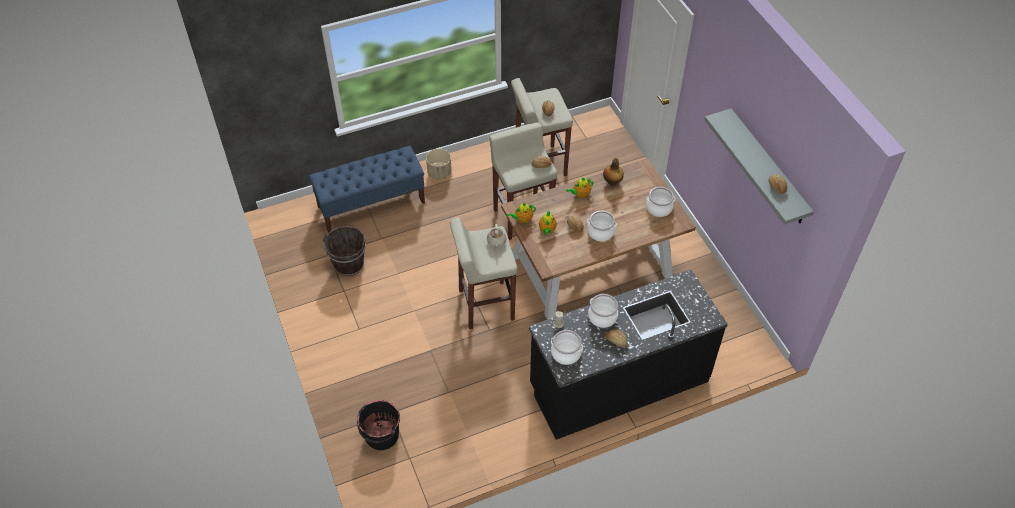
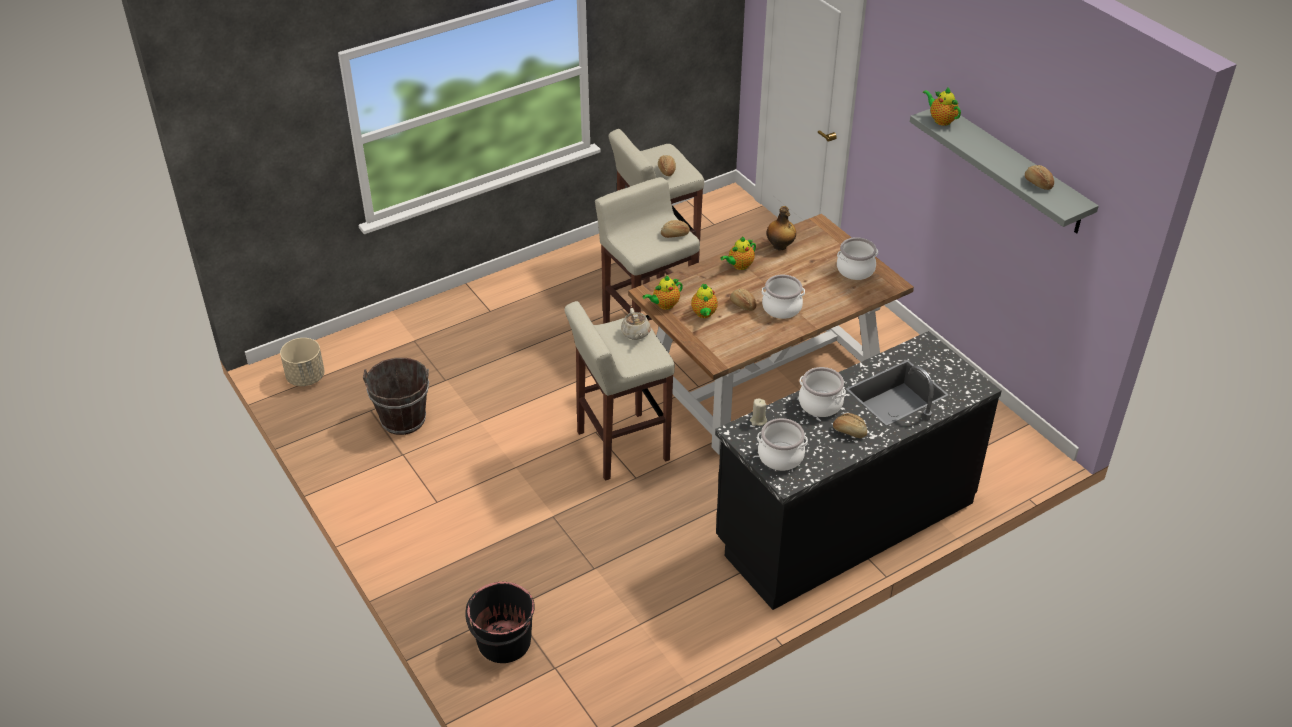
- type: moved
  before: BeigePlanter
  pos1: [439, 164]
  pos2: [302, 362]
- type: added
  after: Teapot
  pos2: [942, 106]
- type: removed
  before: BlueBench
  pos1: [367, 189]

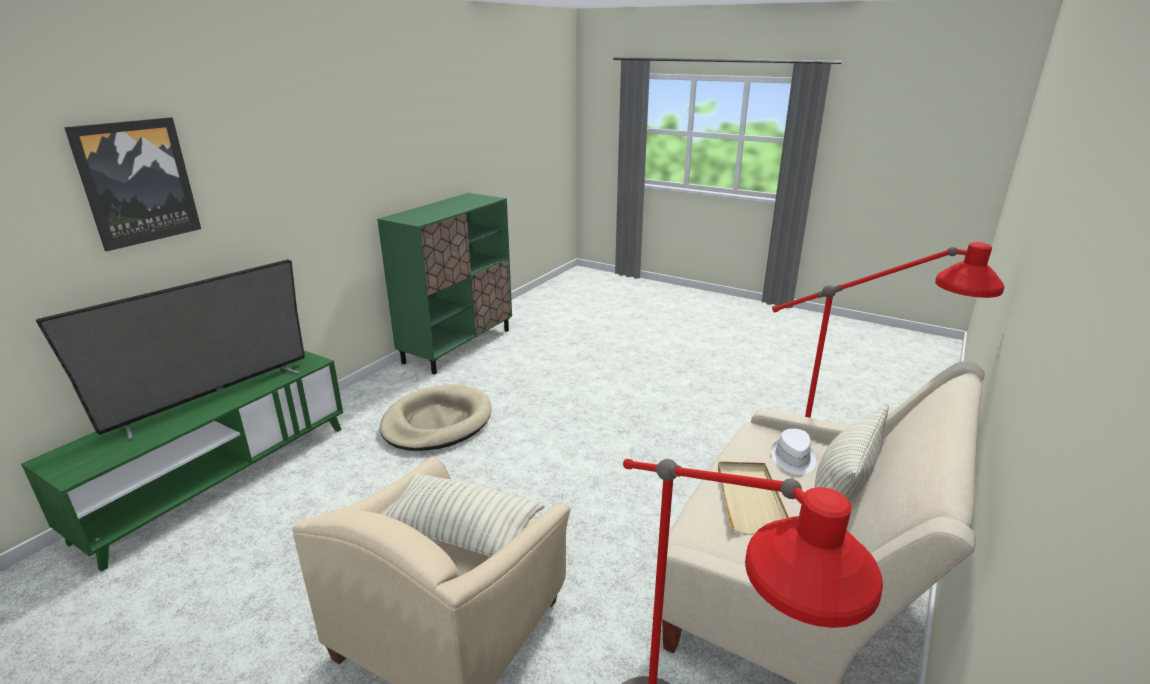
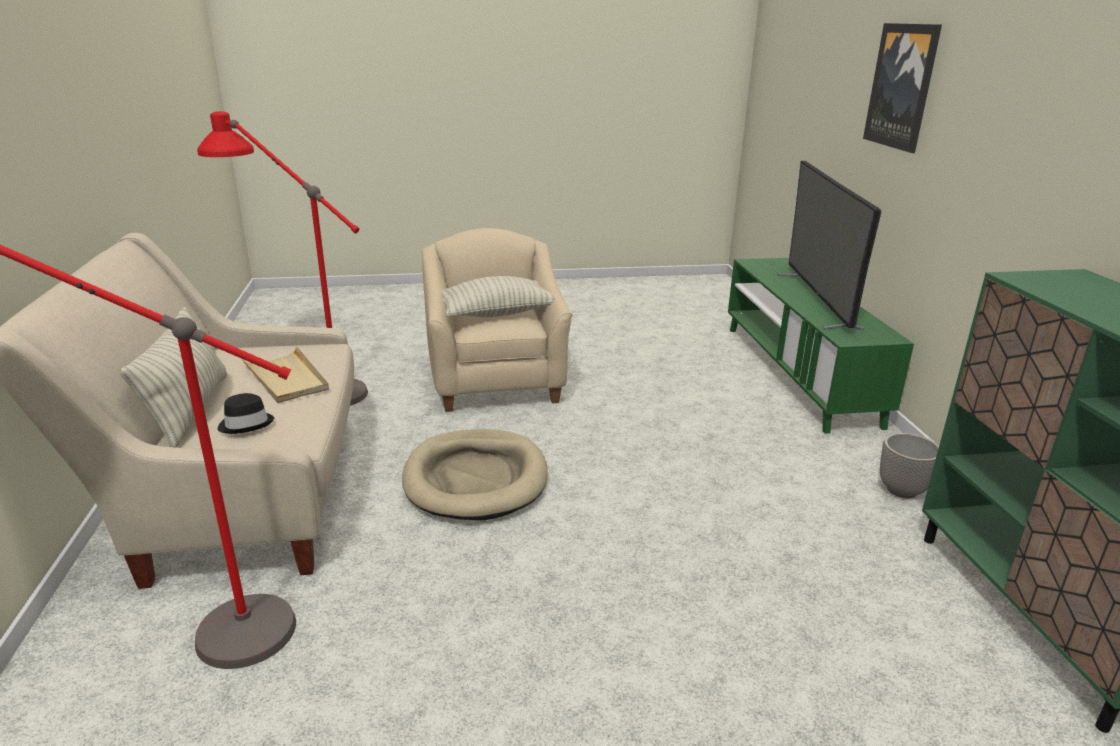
- type: recoloured
  before: WhiteHat
  after: BlackHat
  pos1: [793, 452]
  pos2: [246, 413]
- type: moved
  before: BeigeDogBed
  pos1: [435, 417]
  pos2: [475, 474]
- type: added
  after: Planter
  pos2: [909, 465]

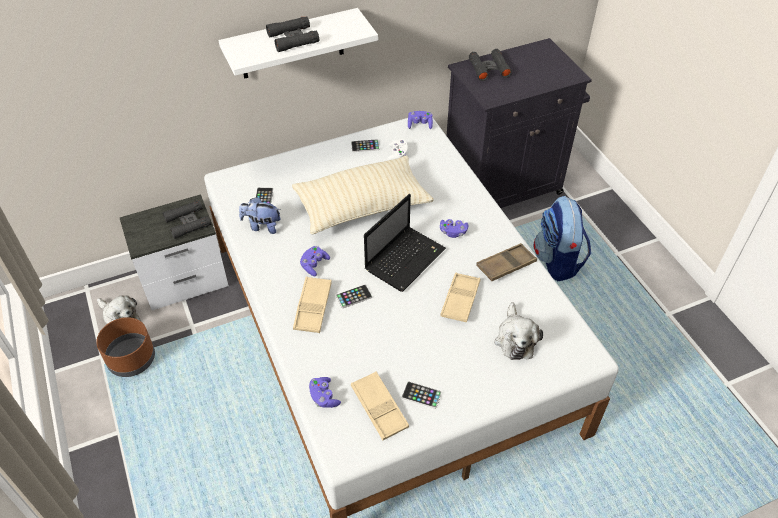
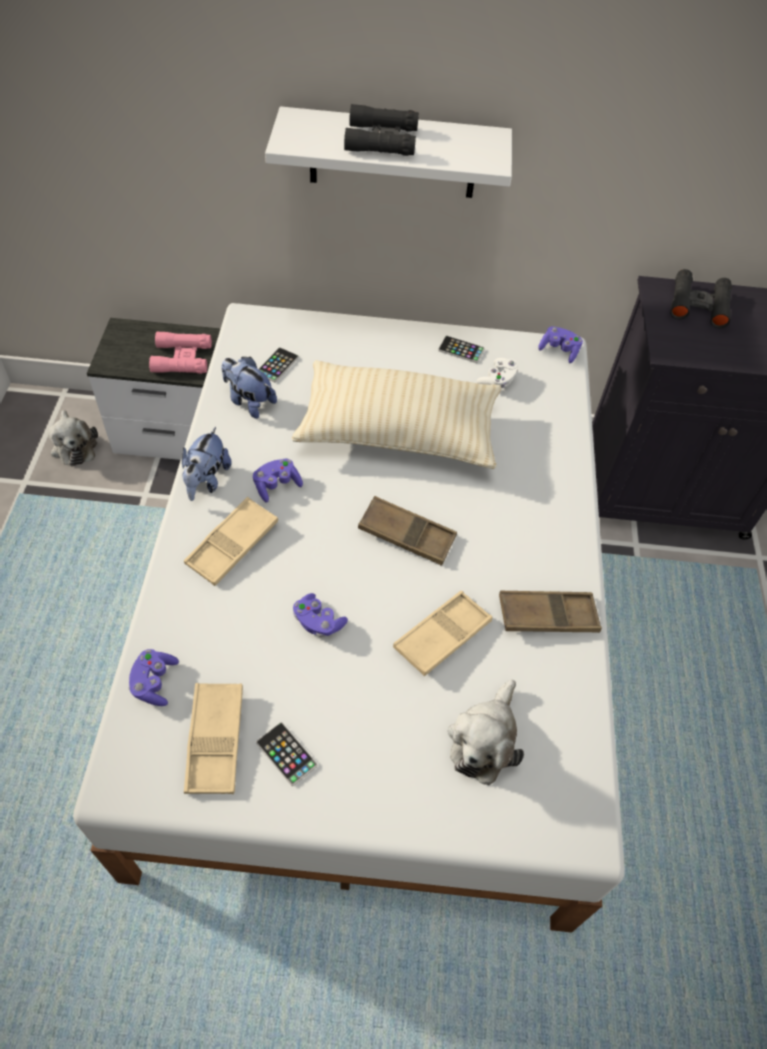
- type: recoloured
  before: BlackBinoculars
  after: PinkBinoculars
  pos1: [186, 219]
  pos2: [180, 353]
- type: added
  after: PlushToy
  pos2: [207, 464]
- type: moved
  before: PurpleGameController
  pos1: [454, 228]
  pos2: [320, 615]
- type: replaced
  before: Laptop
  after: BrownTray
  pos1: [405, 243]
  pos2: [407, 531]
- type: removed
  before: BrownPlanter
  pos1: [125, 347]
- type: removed
  before: Phone
  pos1: [354, 296]
- type: removed
  before: Backpack
  pos1: [562, 238]

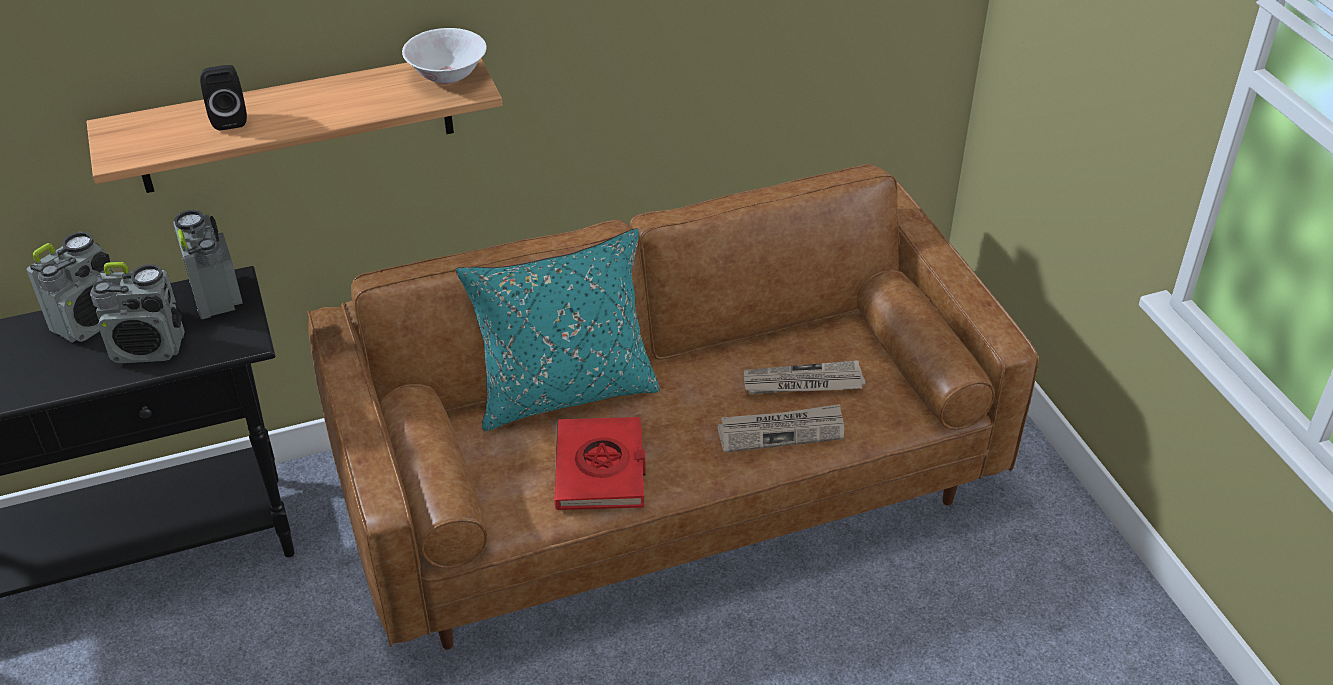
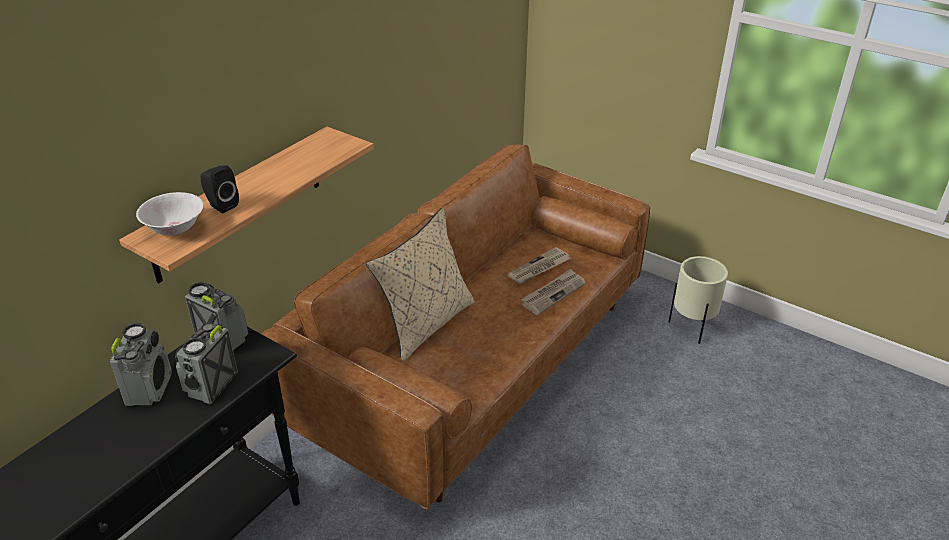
- type: moved
  before: WhiteBowl
  pos1: [444, 56]
  pos2: [170, 214]
- type: turned
  before: Radio
  pos1: [137, 312]
  pos2: [206, 363]
  turn: 150
- type: recoloured
  before: TurquoisePillow
  after: BeigePillow
  pos1: [558, 329]
  pos2: [420, 285]
- type: added
  after: BeigePlanter
  pos2: [698, 300]
- type: removed
  before: RedBook
  pos1: [600, 463]

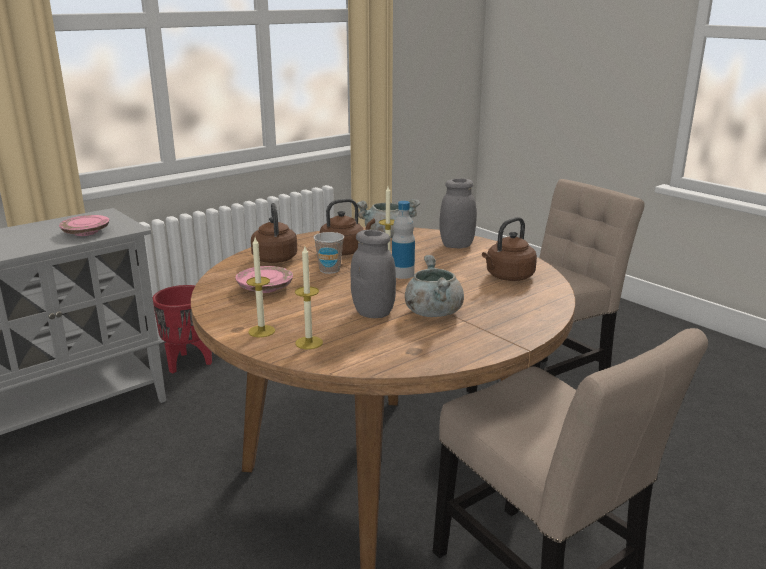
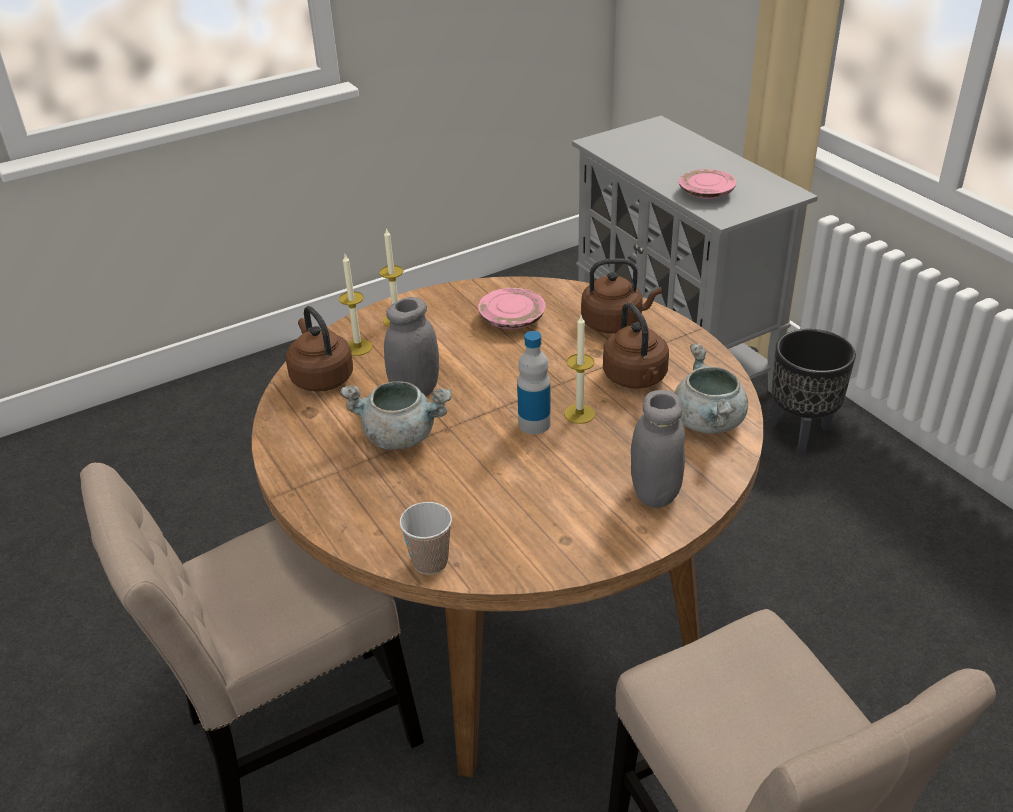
- type: moved
  before: BrownKettle
  pos1: [509, 249]
  pos2: [319, 349]
- type: moved
  before: Cup
  pos1: [328, 253]
  pos2: [425, 538]
- type: recoloured
  before: RedPlanter
  after: BlackPlanter
  pos1: [182, 329]
  pos2: [813, 392]

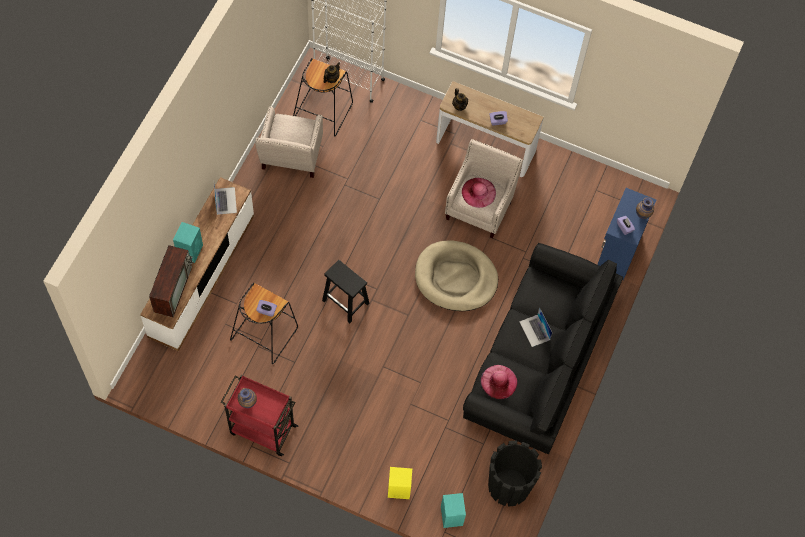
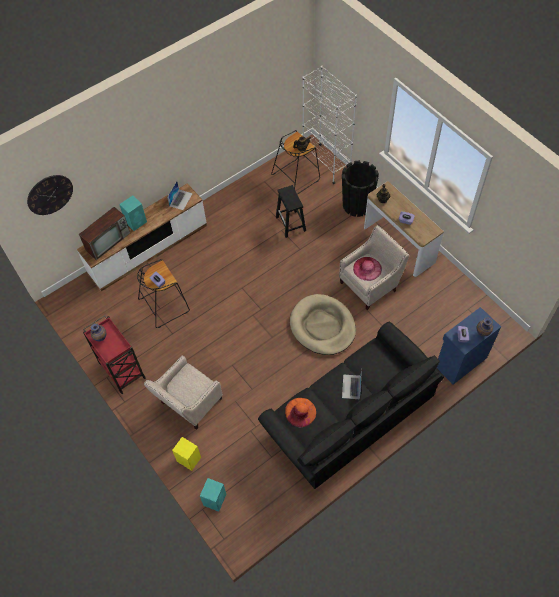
- type: added
  after: WallClock
  pos2: [50, 195]
- type: moved
  before: BeigeArmchair
  pos1: [289, 142]
  pos2: [183, 392]
- type: moved
  before: BlackStool
  pos1: [345, 291]
  pos2: [291, 211]
- type: recoloured
  before: PinkHat
  after: OrangeHat
  pos1: [499, 382]
  pos2: [300, 412]
- type: moved
  before: BlackPlanter
  pos1: [515, 473]
  pos2: [360, 188]

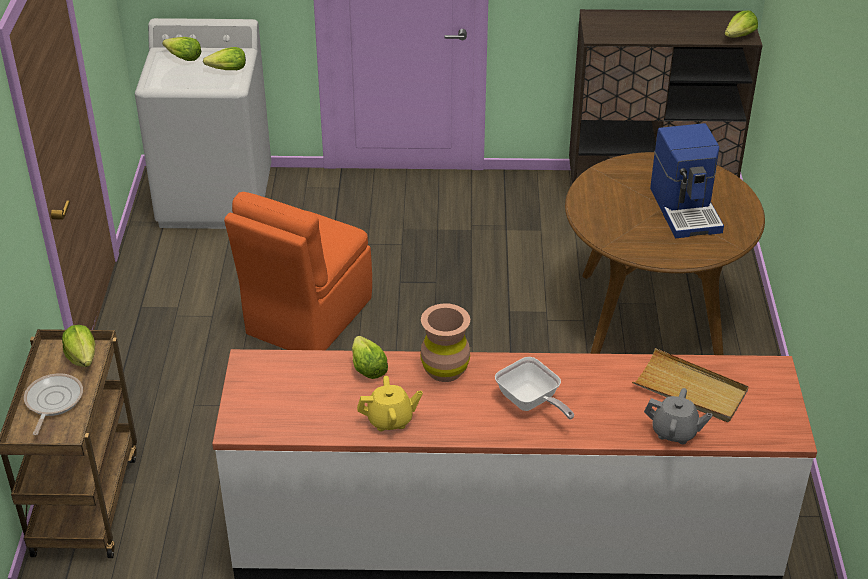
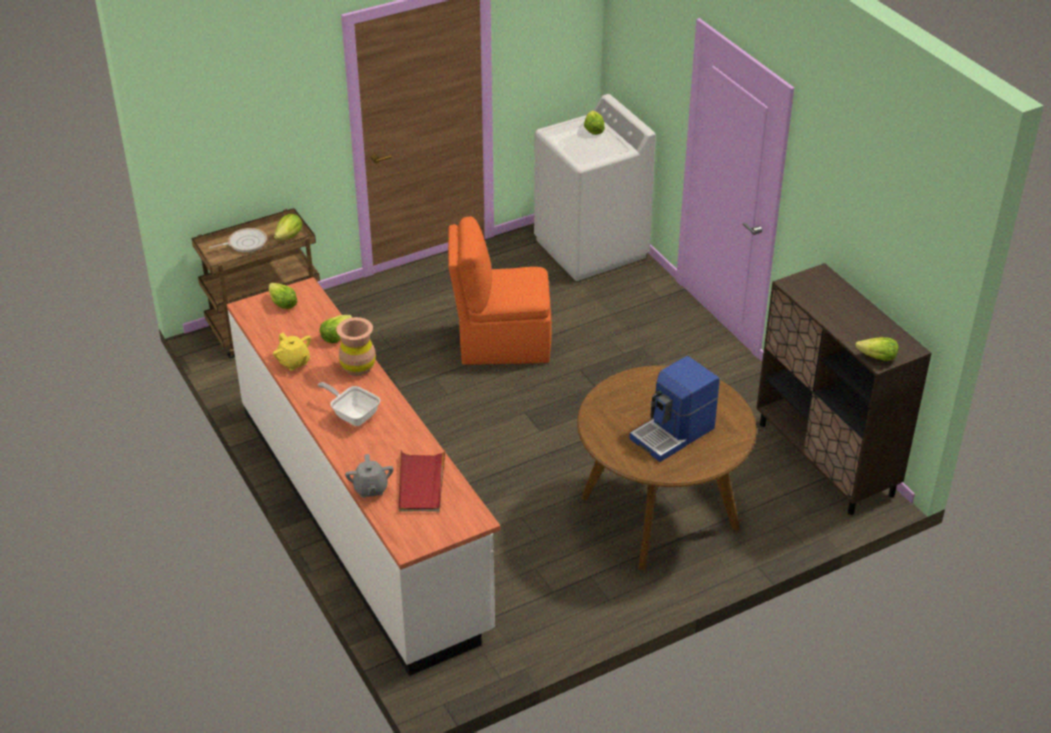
- type: moved
  before: Lettuce
  pos1: [224, 58]
  pos2: [283, 296]
- type: turned
  before: FryingPan
  pos1: [534, 388]
  pos2: [349, 404]
  turn: 105
- type: recoloured
  before: BeigeTray
  after: RedTray
  pos1: [690, 385]
  pos2: [422, 481]

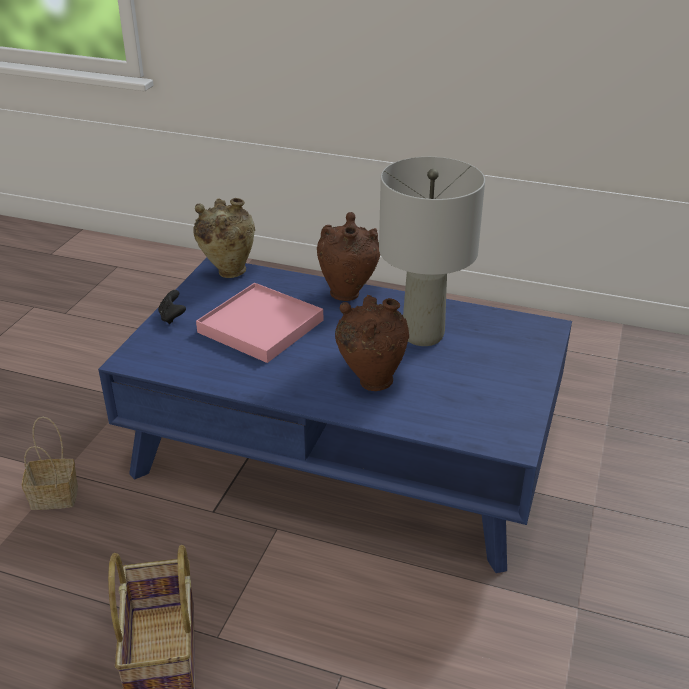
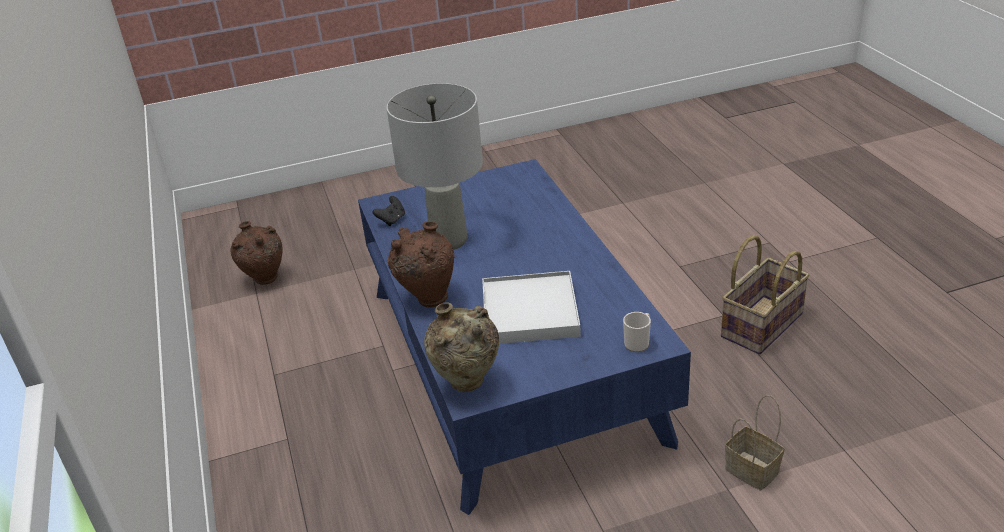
- type: moved
  before: BrownVase
  pos1: [372, 343]
  pos2: [256, 253]
- type: moved
  before: BlackGameController
  pos1: [172, 307]
  pos2: [389, 211]
- type: recoloured
  before: PinkTray
  after: WhiteTray
  pos1: [259, 323]
  pos2: [531, 307]
- type: added
  after: Mug
  pos2: [637, 332]

